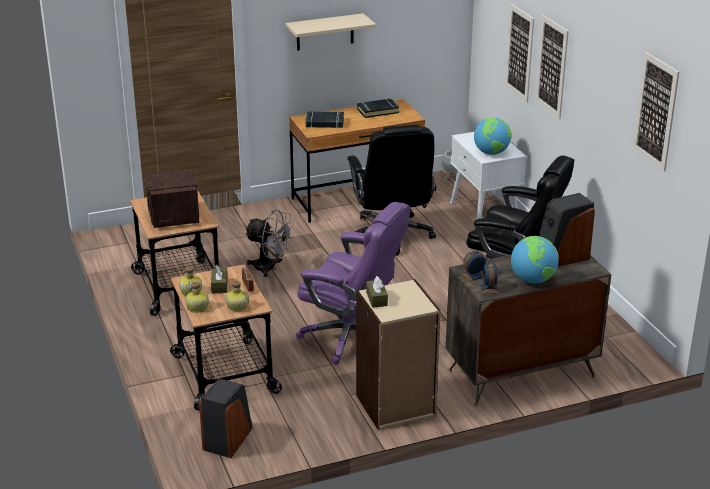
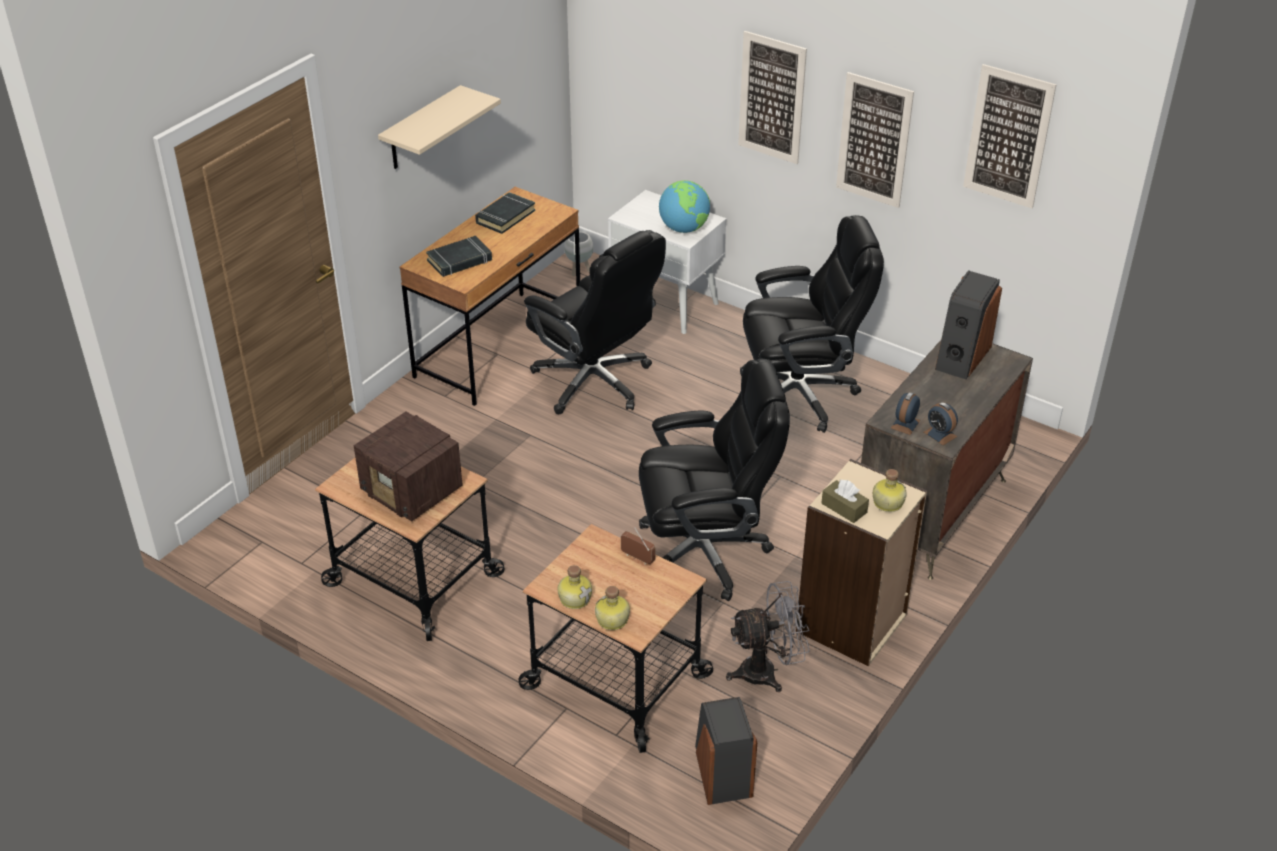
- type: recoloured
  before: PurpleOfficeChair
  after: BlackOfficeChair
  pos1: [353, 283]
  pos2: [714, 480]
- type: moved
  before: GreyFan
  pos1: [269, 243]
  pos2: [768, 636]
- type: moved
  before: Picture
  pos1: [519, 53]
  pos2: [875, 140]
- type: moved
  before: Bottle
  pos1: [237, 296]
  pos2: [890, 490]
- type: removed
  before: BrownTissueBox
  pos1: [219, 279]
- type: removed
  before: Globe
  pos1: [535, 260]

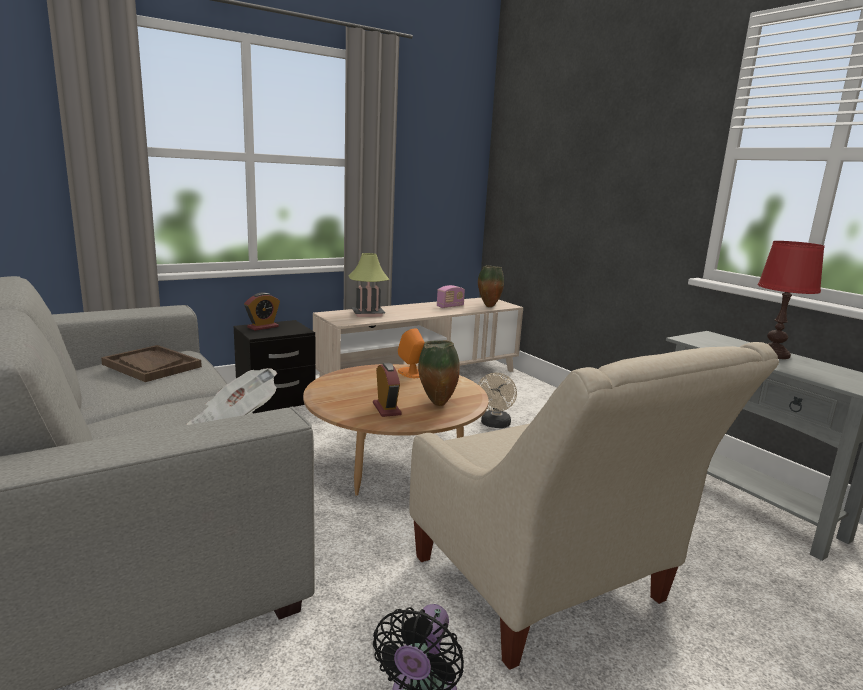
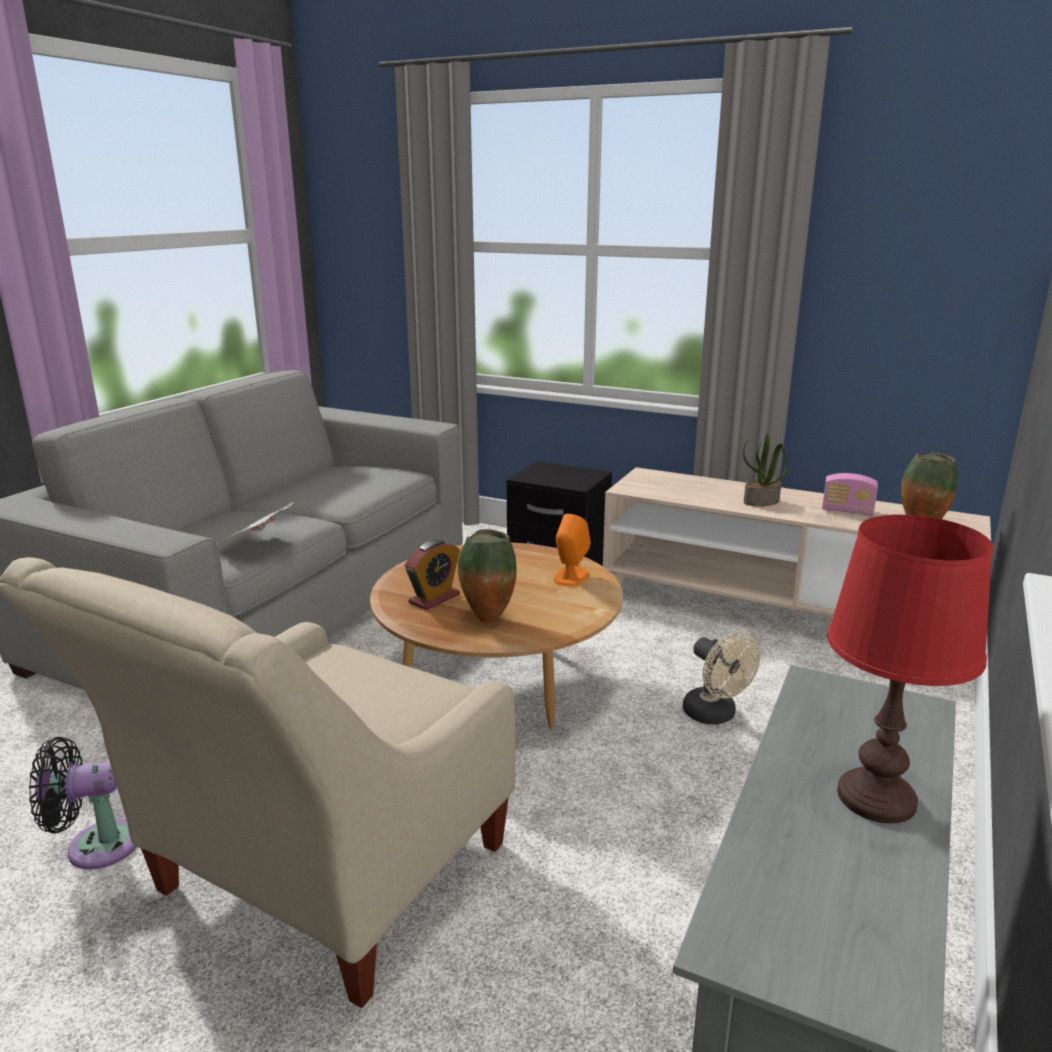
- type: turned
  before: BeigeFan
  pos1: [497, 400]
  pos2: [721, 679]
  turn: -105
- type: added
  after: PottedPlant
  pos2: [765, 469]
- type: removed
  before: BrownTray
  pos1: [151, 363]
- type: removed
  before: AlarmClock
  pos1: [262, 312]
- type: removed
  before: TableLamp
  pos1: [369, 285]

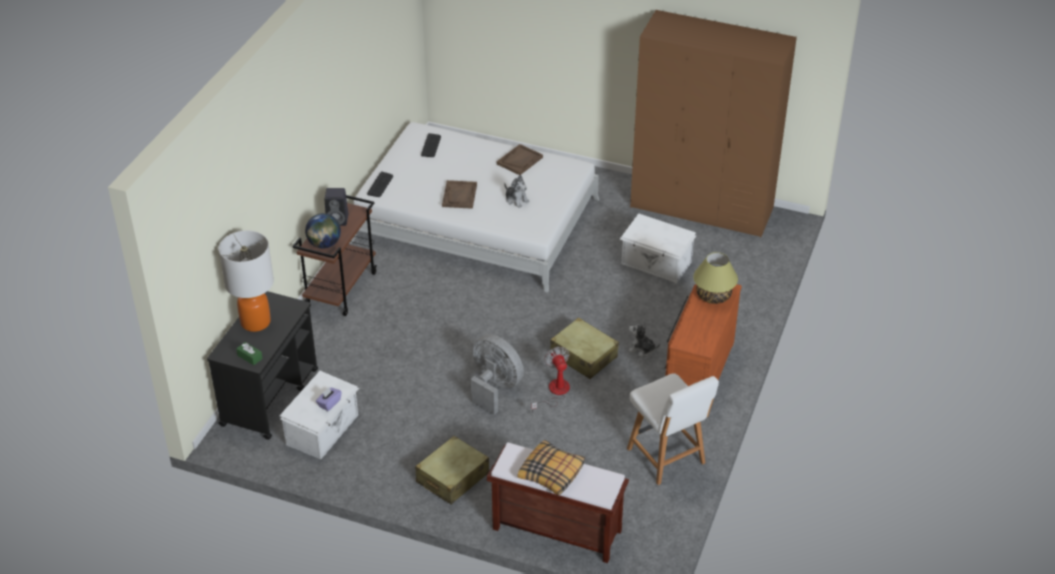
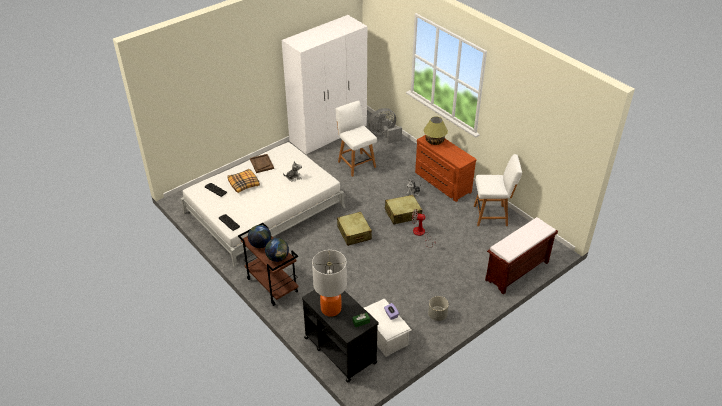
- type: moved
  before: Pillow
  pos1: [551, 467]
  pos2: [243, 181]
- type: replaced
  before: BlackSpeaker
  after: Globe
  pos1: [336, 207]
  pos2: [259, 236]
- type: recoloured
  before: BrownWardrobe
  after: WhiteWardrobe
  pos1: [713, 123]
  pos2: [324, 85]
- type: replaced
  before: WhiteStorageBox
  after: WhiteChair
  pos1: [658, 248]
  pos2: [356, 139]
- type: moved
  before: BeigeSuitcase
  pos1: [452, 470]
  pos2: [354, 229]
- type: moved
  before: GreyFan
  pos1: [497, 374]
  pos2: [385, 126]
- type: added
  after: GreyPlanter
  pos2: [438, 308]
- type: removed
  before: BrownTray
  pos1: [459, 194]

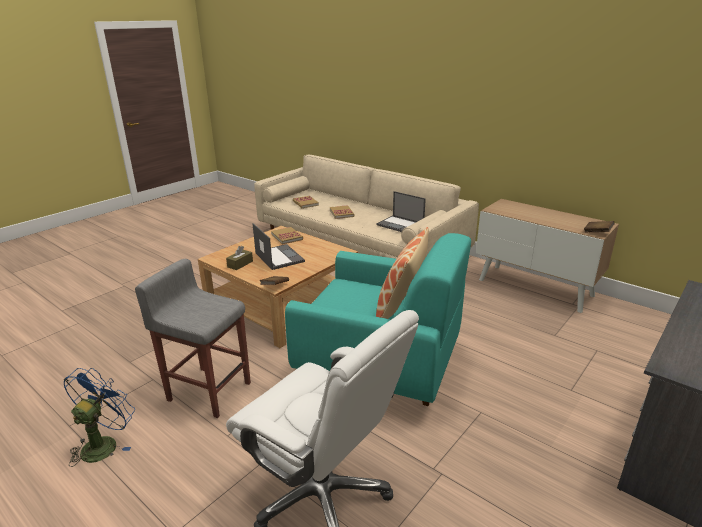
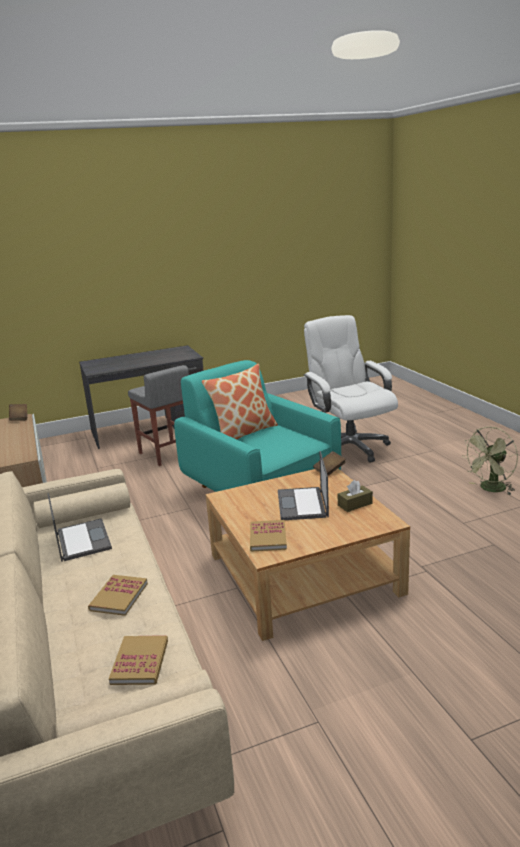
- type: moved
  before: GreyStool
  pos1: [193, 338]
  pos2: [158, 415]
- type: recoloured
  before: BlueFan
  after: GreenFan
  pos1: [99, 417]
  pos2: [491, 461]

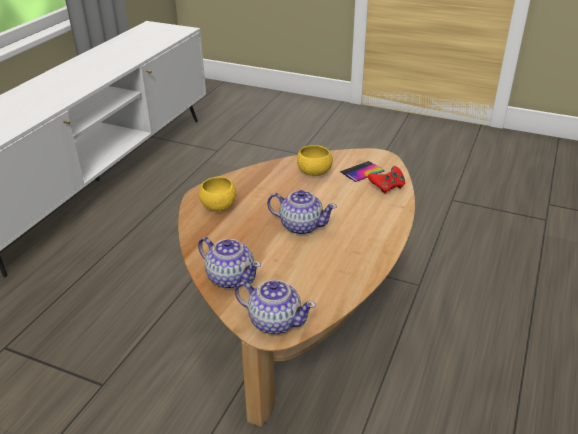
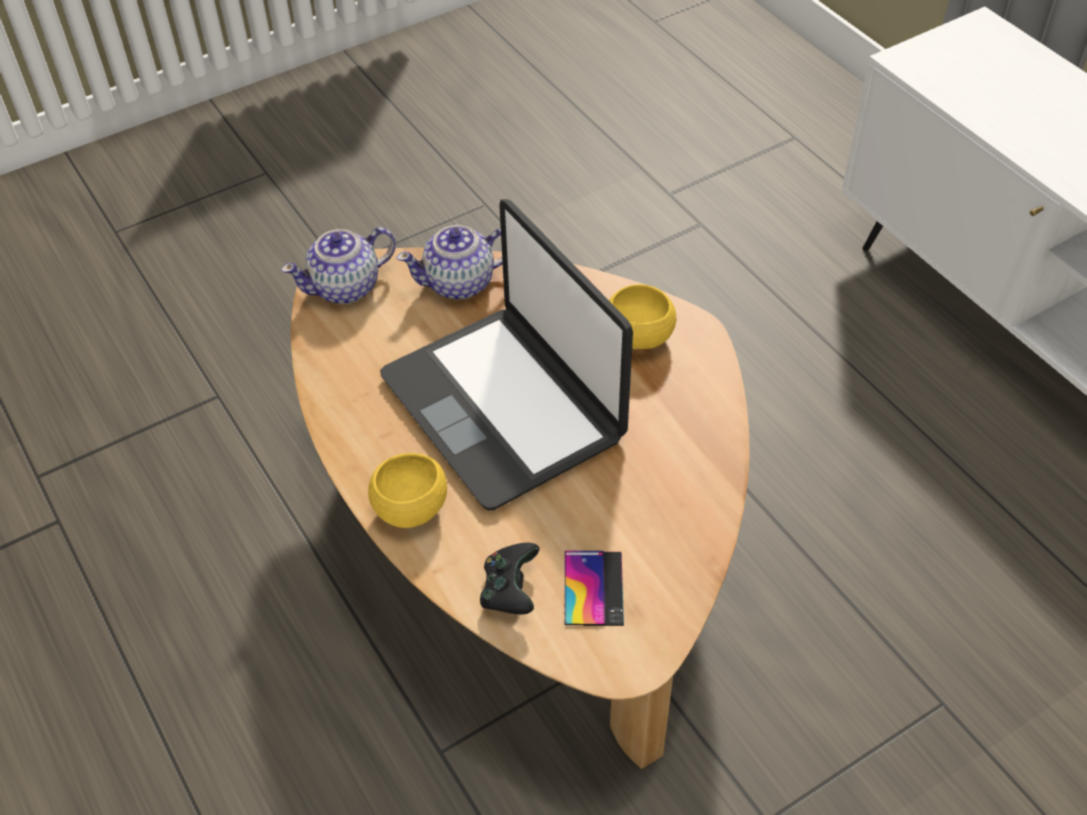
- type: moved
  before: YellowBowl
  pos1: [315, 160]
  pos2: [407, 490]
- type: replaced
  before: Teapot
  after: Laptop
  pos1: [302, 212]
  pos2: [506, 355]
- type: recoloured
  before: RedGameController
  after: BlackGameController
  pos1: [386, 180]
  pos2: [509, 579]

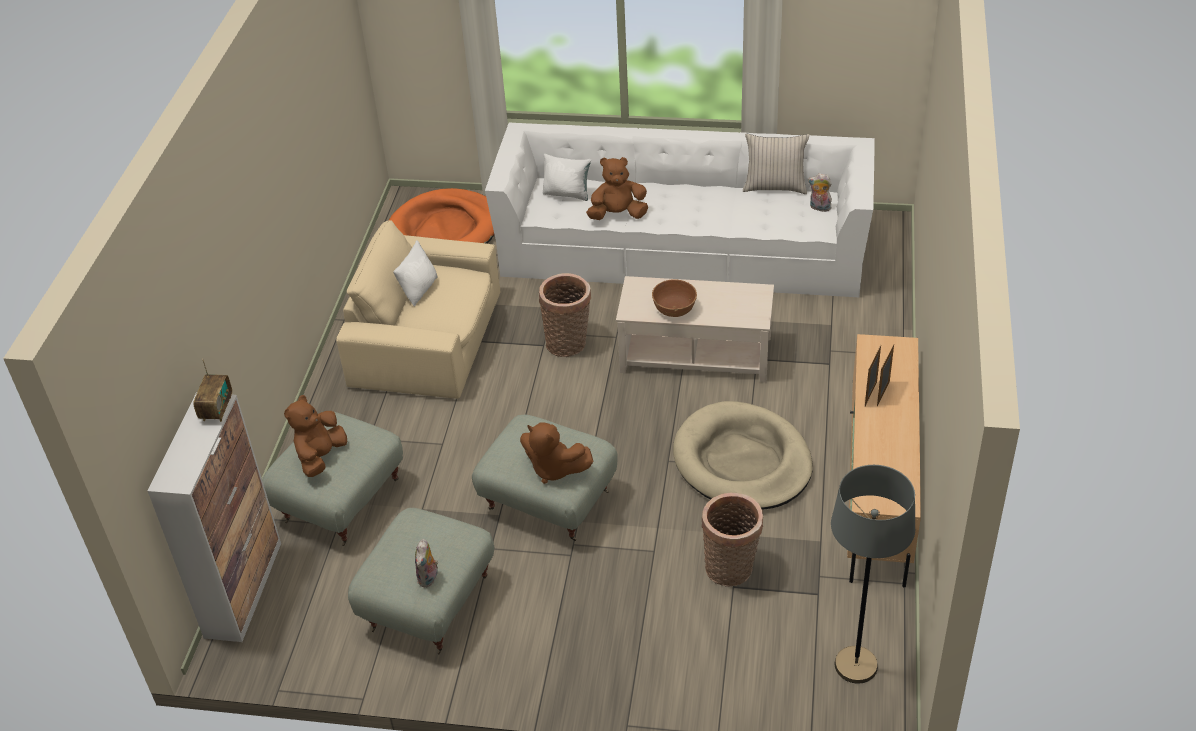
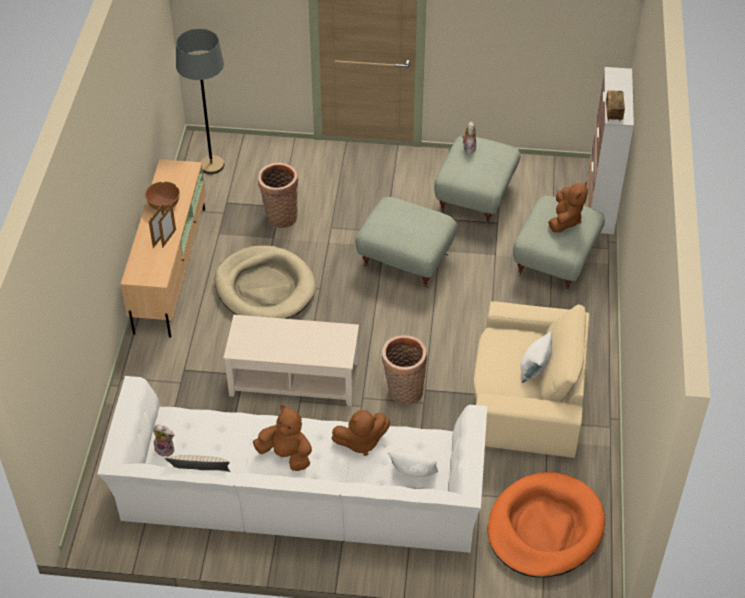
- type: moved
  before: BrownBowl
  pos1: [674, 298]
  pos2: [162, 196]
- type: moved
  before: BrownPlushToy
  pos1: [557, 453]
  pos2: [282, 438]

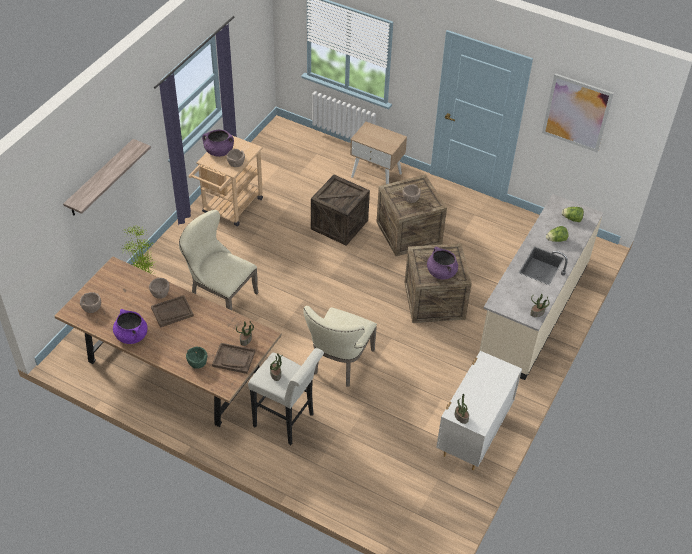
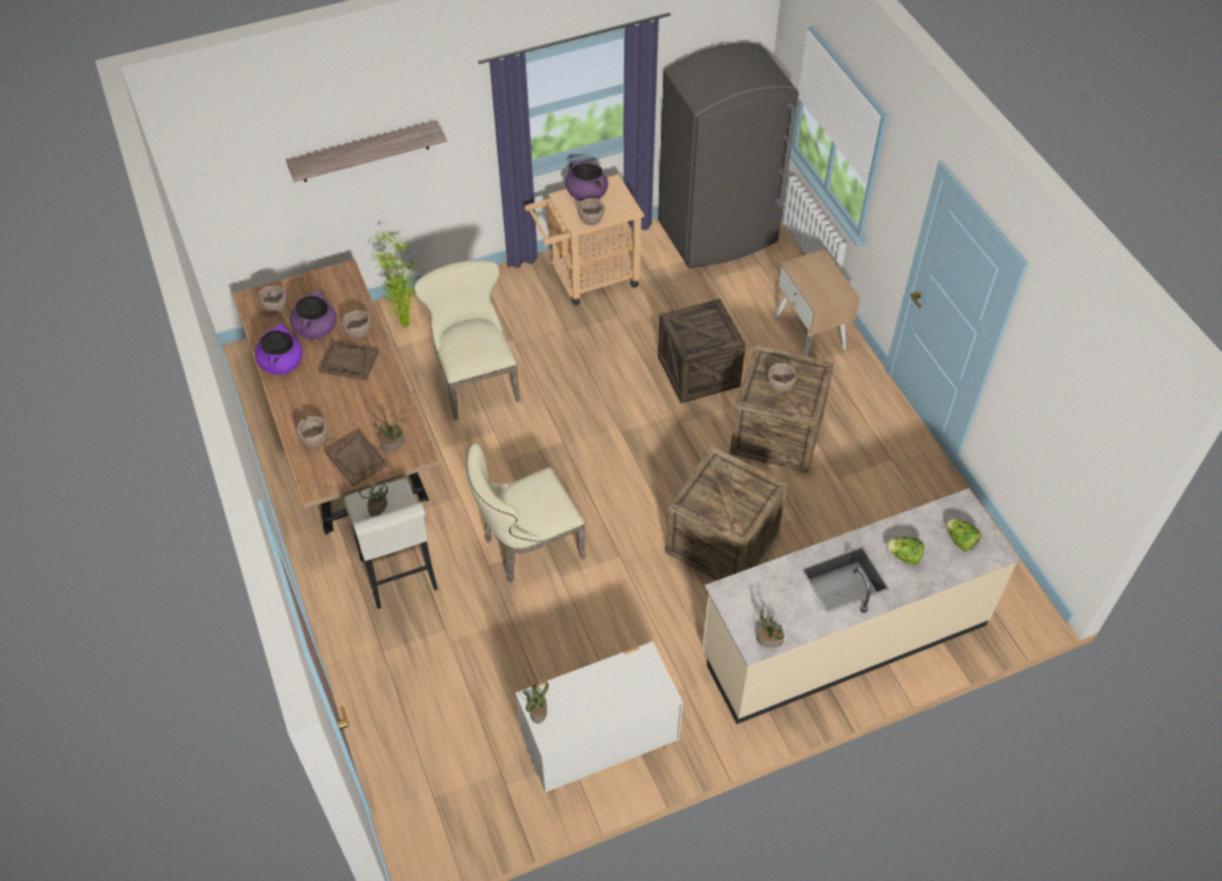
- type: moved
  before: PurpleCookingPot
  pos1: [442, 263]
  pos2: [313, 314]
- type: recoloured
  before: GreenBowl
  after: BrownBowl
  pos1: [196, 358]
  pos2: [312, 431]
- type: added
  after: GreyFridge
  pos2: [728, 156]
- type: removed
  before: Picture
  pos1: [578, 112]

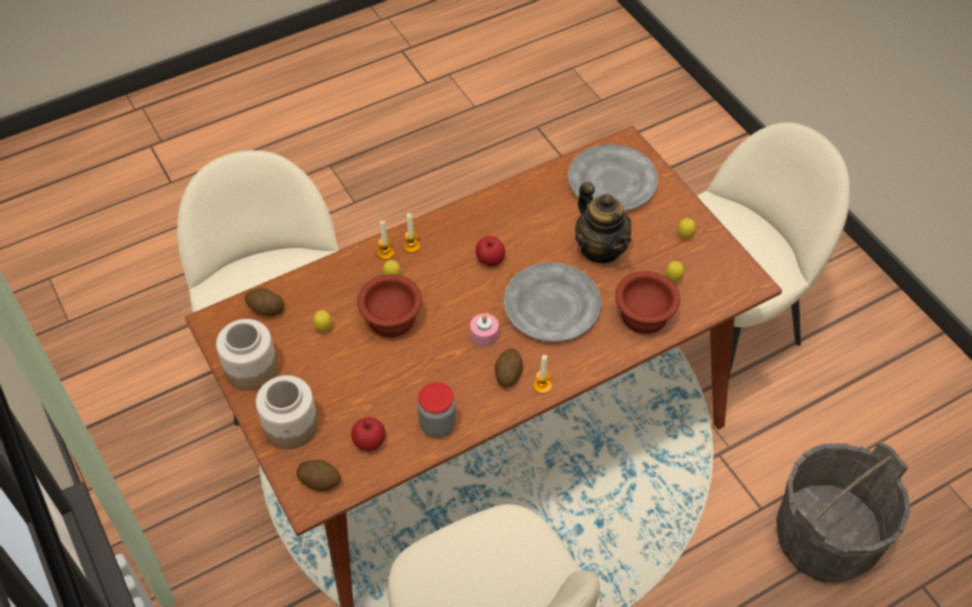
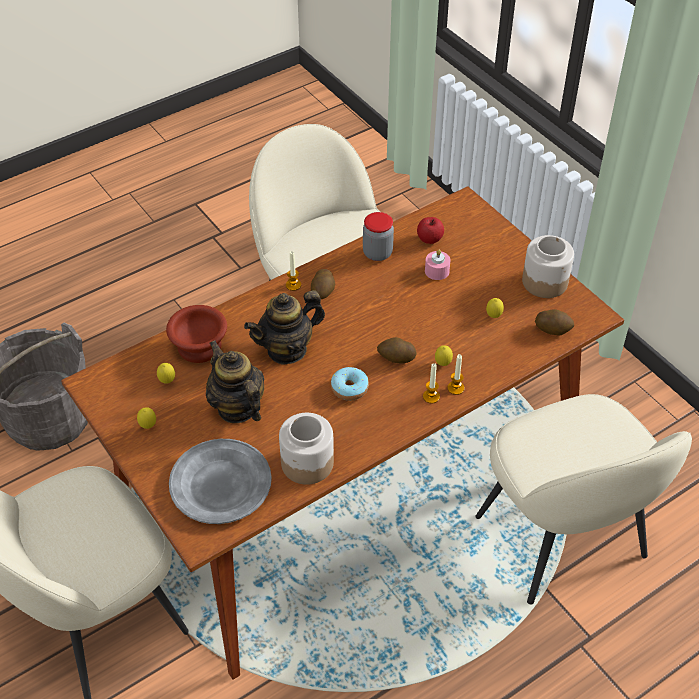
- type: replaced
  before: GreyPlate
  after: Teapot
  pos1: [552, 302]
  pos2: [284, 327]
- type: moved
  before: Jar
  pos1: [287, 412]
  pos2: [306, 449]
- type: replaced
  before: Apple
  after: Donut
  pos1: [490, 251]
  pos2: [350, 384]
- type: moved
  before: Potato
  pos1: [319, 475]
  pos2: [397, 350]
- type: moved
  before: PinkCandle
  pos1: [484, 330]
  pos2: [437, 264]
- type: removed
  before: BrownBowl
  pos1: [389, 305]

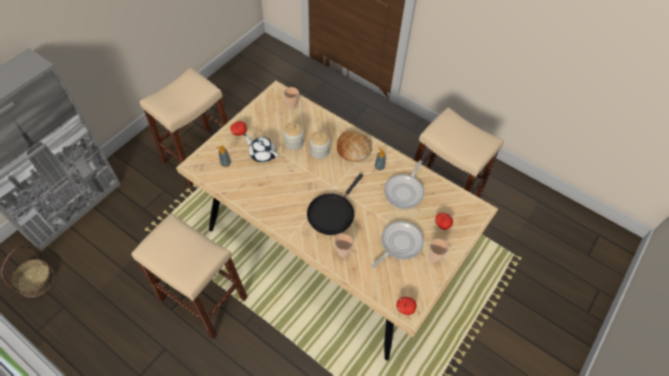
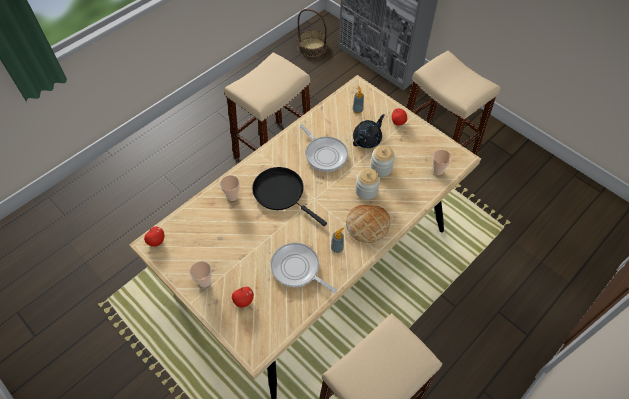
- type: moved
  before: FryingPan
  pos1: [397, 244]
  pos2: [324, 148]
- type: recoloured
  before: WhiteTeapot
  after: BlackTeapot
  pos1: [260, 148]
  pos2: [369, 131]

